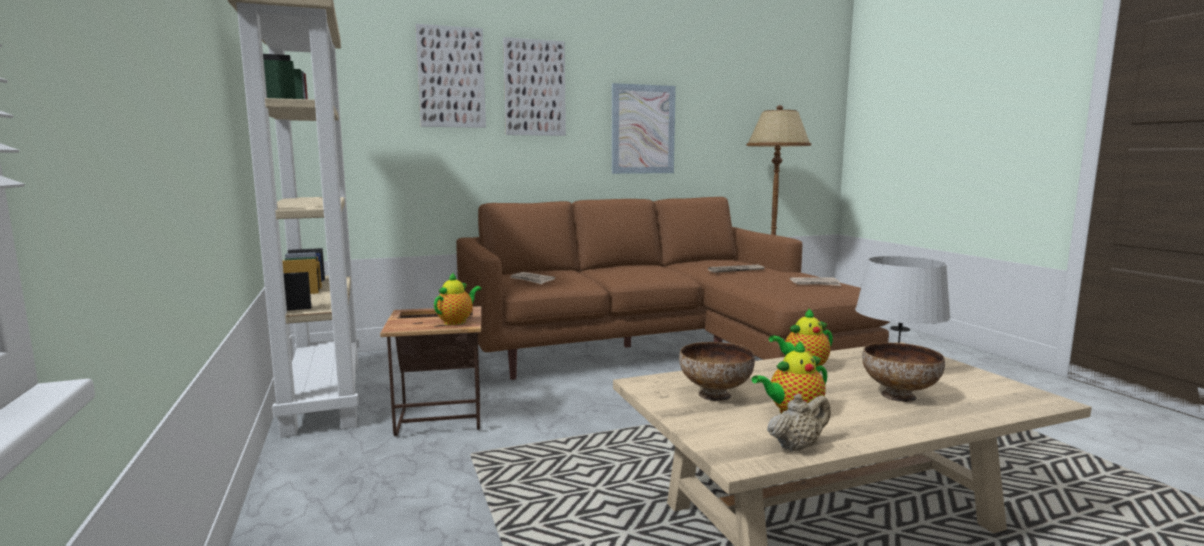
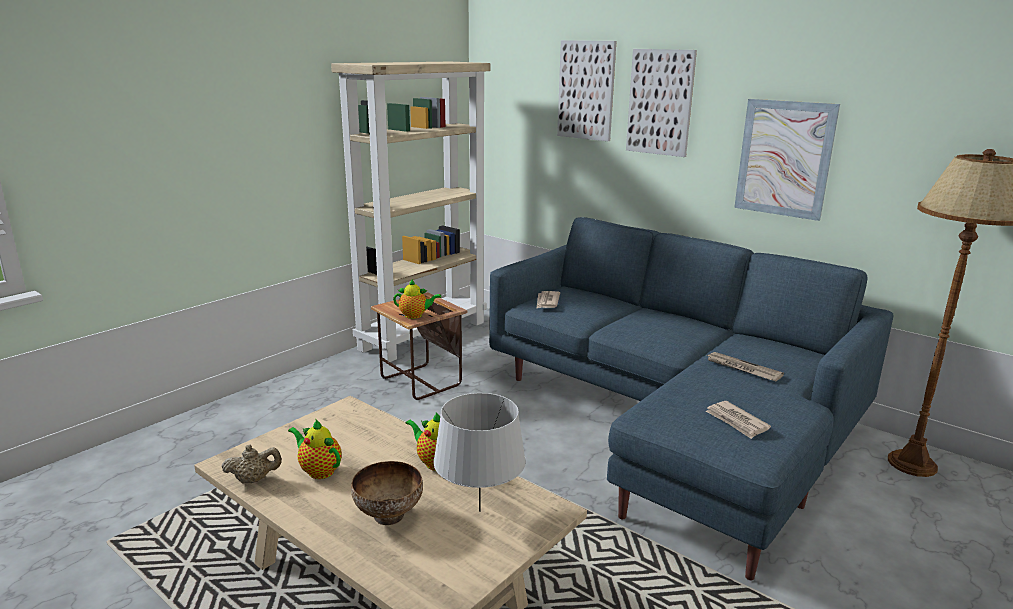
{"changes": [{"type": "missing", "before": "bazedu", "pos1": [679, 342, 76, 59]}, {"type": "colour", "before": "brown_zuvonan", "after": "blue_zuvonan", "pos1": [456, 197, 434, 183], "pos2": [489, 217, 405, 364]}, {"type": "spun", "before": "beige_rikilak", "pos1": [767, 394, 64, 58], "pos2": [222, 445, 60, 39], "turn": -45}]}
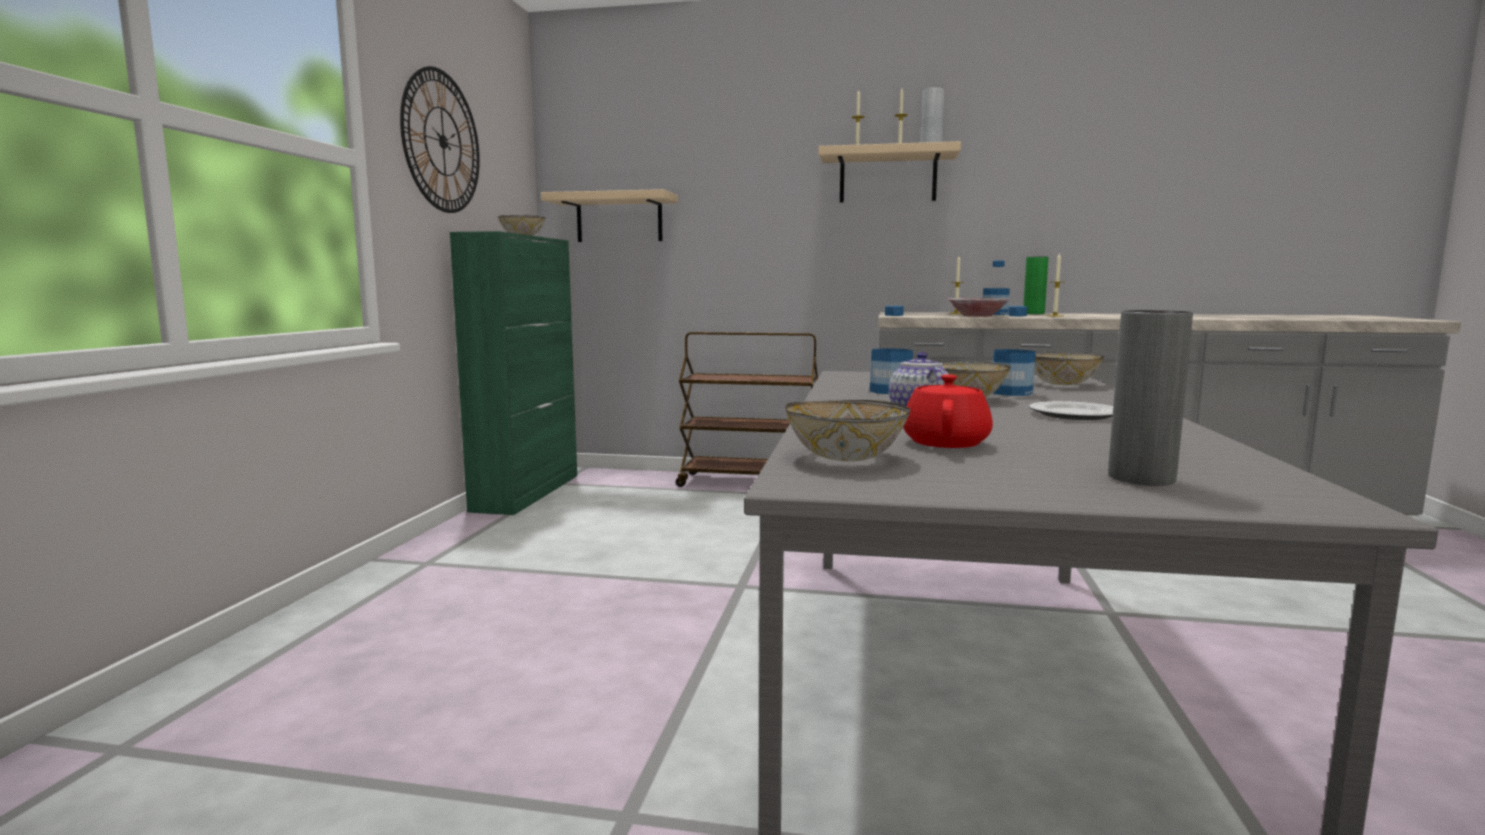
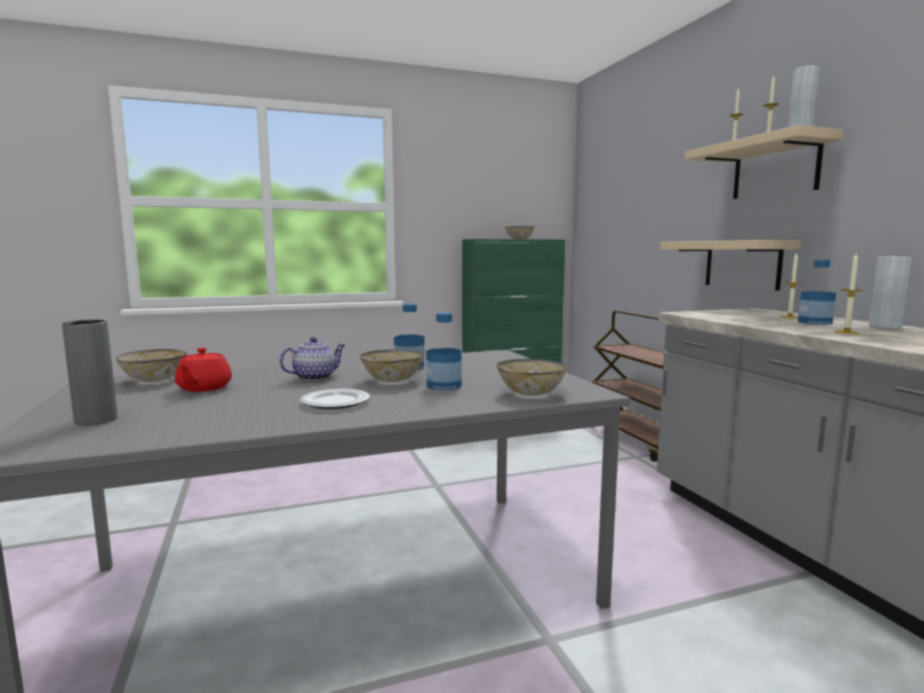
{"changes": [{"type": "missing", "before": "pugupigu", "pos1": [400, 66, 80, 147]}, {"type": "missing", "before": "bazedu", "pos1": [948, 298, 62, 19]}, {"type": "relocated", "before": "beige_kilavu", "pos1": [541, 189, 137, 53], "pos2": [660, 240, 141, 51]}, {"type": "colour", "before": "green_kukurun", "after": "grey_kukurun", "pos1": [1023, 256, 26, 58], "pos2": [869, 255, 42, 74]}, {"type": "spun", "before": "red_rikilak", "pos1": [903, 374, 90, 74], "pos2": [175, 348, 57, 44], "turn": 105}]}
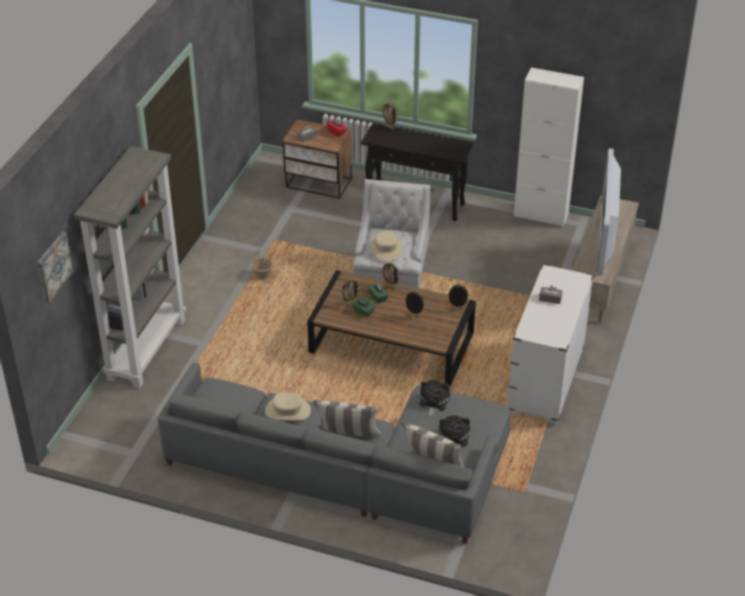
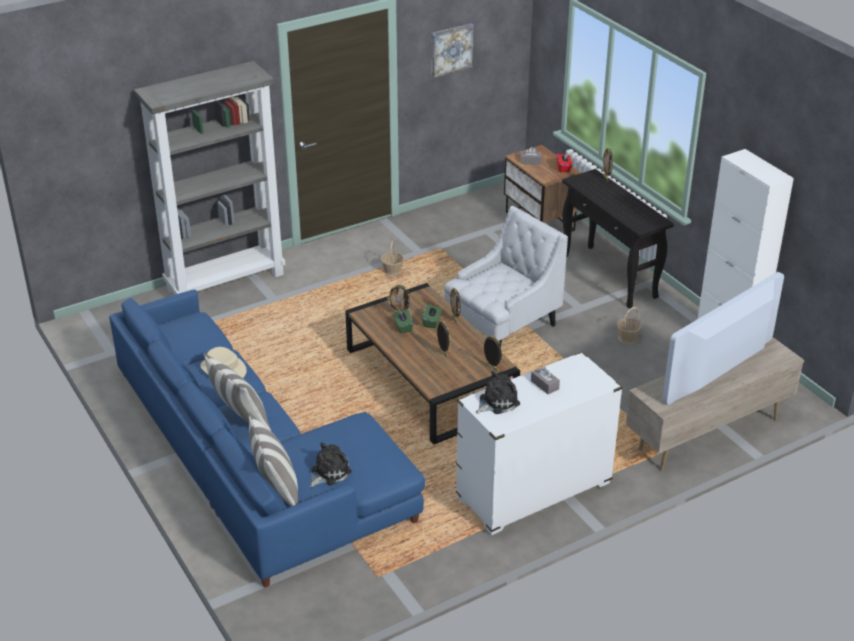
{"changes": [{"type": "missing", "before": "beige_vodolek", "pos1": [371, 231, 30, 31]}, {"type": "appeared", "after": "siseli", "pos2": [617, 307, 25, 37]}, {"type": "relocated", "before": "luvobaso", "pos1": [37, 232, 37, 71], "pos2": [432, 23, 42, 54]}, {"type": "relocated", "before": "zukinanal", "pos1": [419, 380, 31, 36], "pos2": [476, 371, 44, 43]}, {"type": "colour", "before": "grey_zuvonan", "after": "blue_zuvonan", "pos1": [157, 362, 353, 182], "pos2": [109, 290, 316, 297]}]}
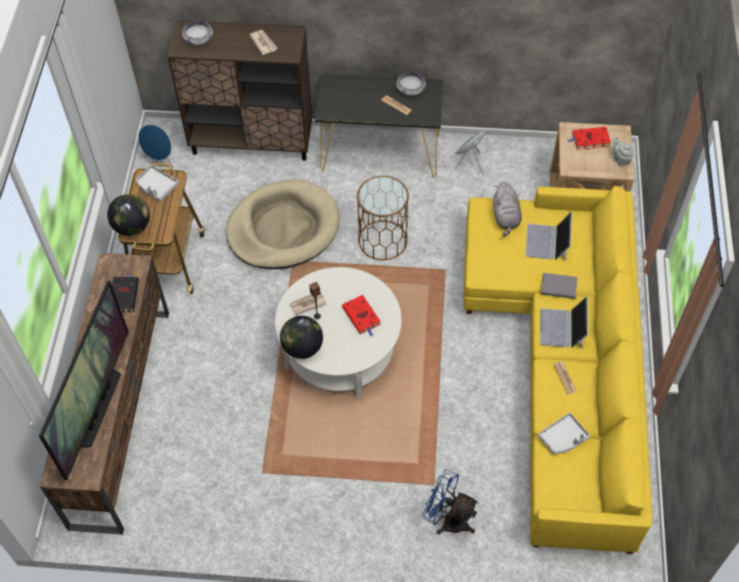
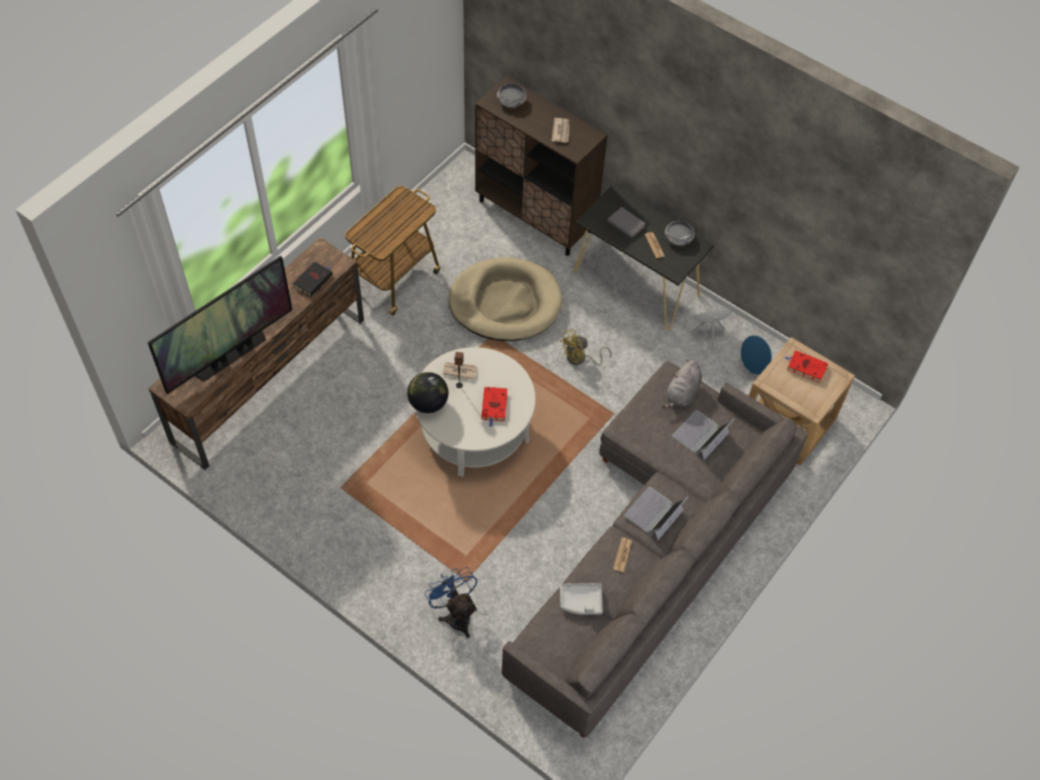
{"changes": [{"type": "missing", "before": "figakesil", "pos1": [107, 194, 43, 42]}, {"type": "missing", "before": "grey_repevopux", "pos1": [136, 165, 43, 37]}, {"type": "missing", "before": "grey_rikilak", "pos1": [613, 136, 21, 31]}, {"type": "relocated", "before": "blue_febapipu", "pos1": [138, 124, 36, 45], "pos2": [738, 335, 34, 42]}, {"type": "relocated", "before": "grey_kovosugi", "pos1": [541, 273, 37, 26], "pos2": [608, 207, 38, 31]}, {"type": "exchanged", "before": "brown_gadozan", "after": "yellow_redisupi", "pos1": [357, 176, 52, 84], "pos2": [560, 329, 51, 36]}, {"type": "colour", "before": "yellow_zuvonan", "after": "grey_zuvonan", "pos1": [463, 186, 189, 368], "pos2": [502, 361, 306, 377]}]}
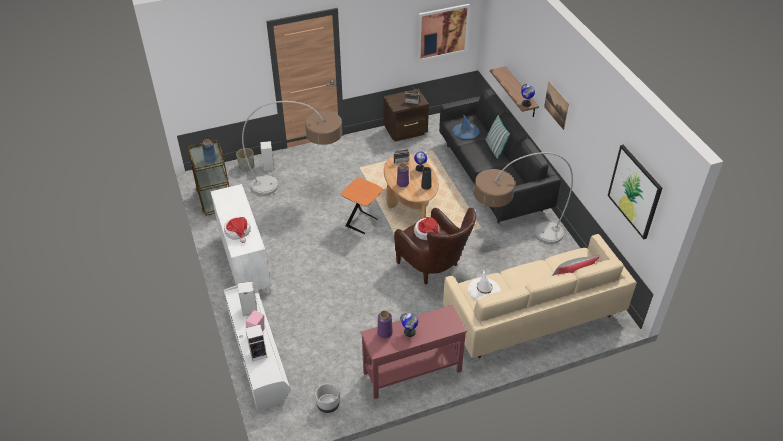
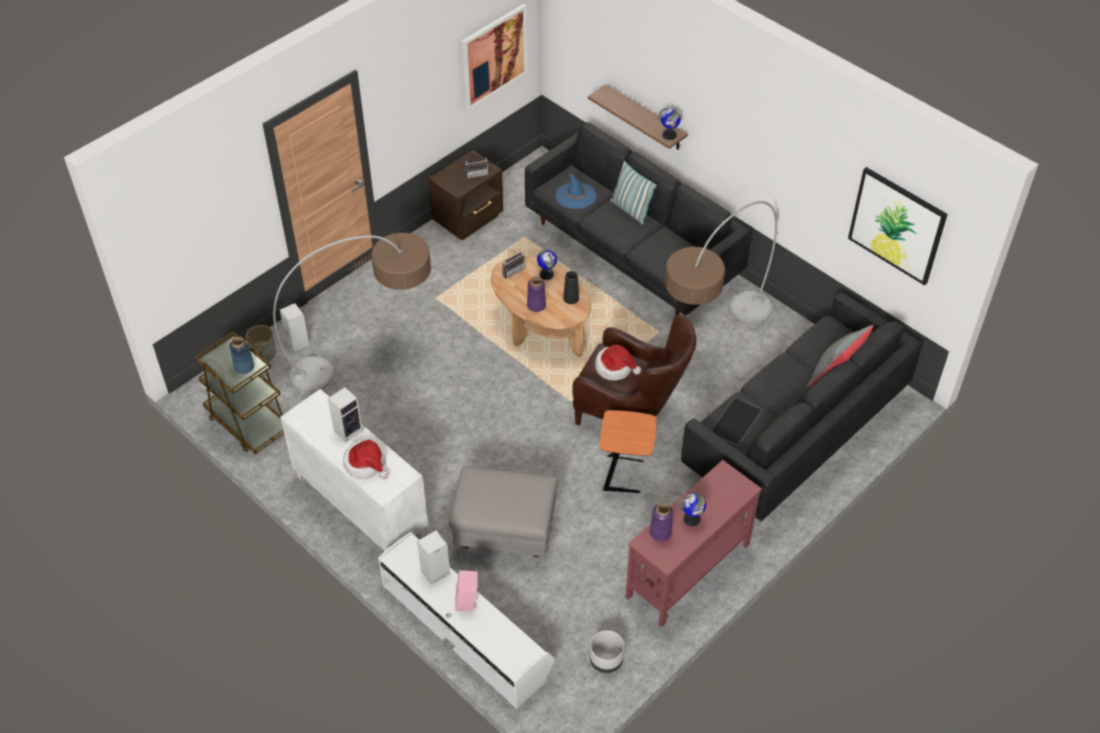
{"changes": [{"type": "missing", "before": "luvobaso", "pos1": [544, 81, 25, 49]}, {"type": "appeared", "after": "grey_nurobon", "pos2": [449, 466, 109, 92]}, {"type": "relocated", "before": "febapipu", "pos1": [245, 325, 22, 37], "pos2": [328, 387, 35, 55]}, {"type": "relocated", "before": "orange_gadozan", "pos1": [341, 178, 42, 56], "pos2": [600, 410, 56, 83]}, {"type": "exchanged", "before": "white_vodolek", "after": "repevopux", "pos1": [468, 270, 33, 30], "pos2": [711, 396, 53, 52]}, {"type": "colour", "before": "beige_zuvonan", "after": "black_zuvonan", "pos1": [443, 234, 194, 124], "pos2": [681, 293, 242, 228]}]}
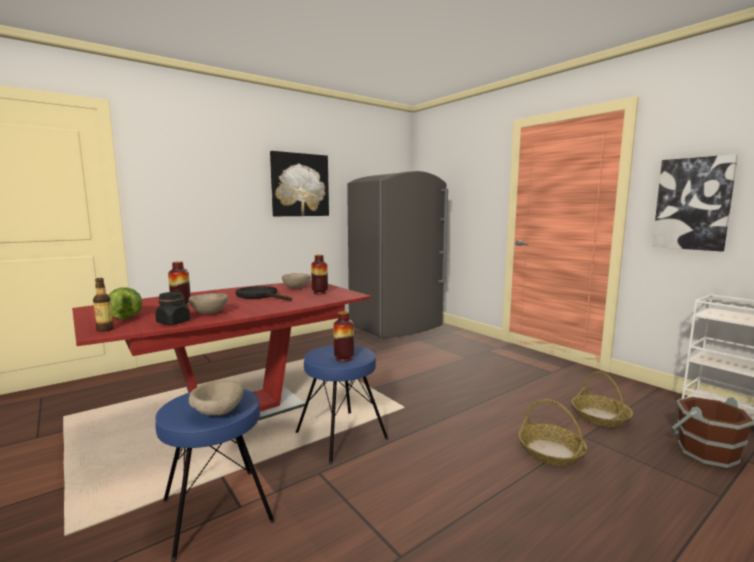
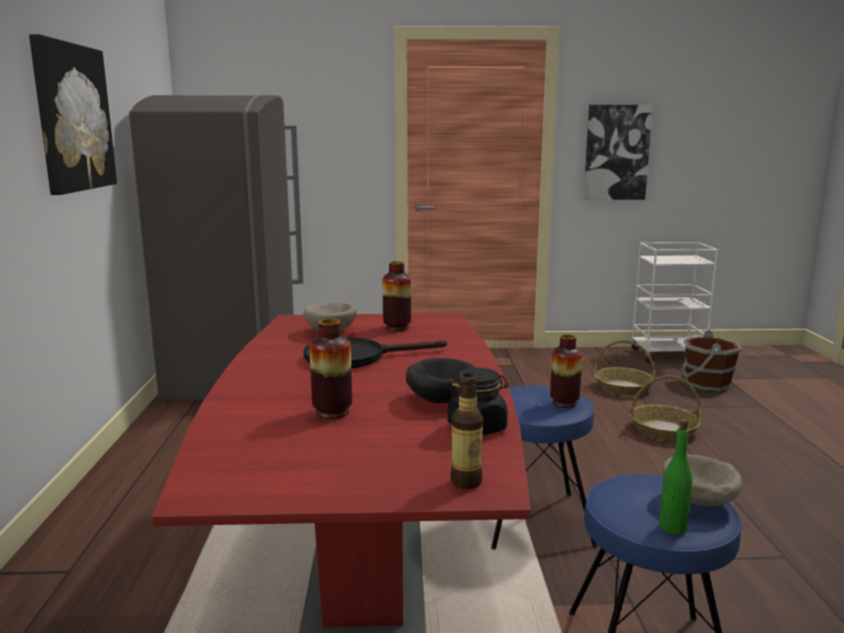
{"changes": [{"type": "missing", "before": "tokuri", "pos1": [108, 287, 34, 32]}, {"type": "appeared", "after": "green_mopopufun", "pos2": [659, 419, 33, 116]}, {"type": "colour", "before": "beige_bazedu", "after": "black_bazedu", "pos1": [188, 293, 40, 21], "pos2": [406, 358, 70, 45]}]}
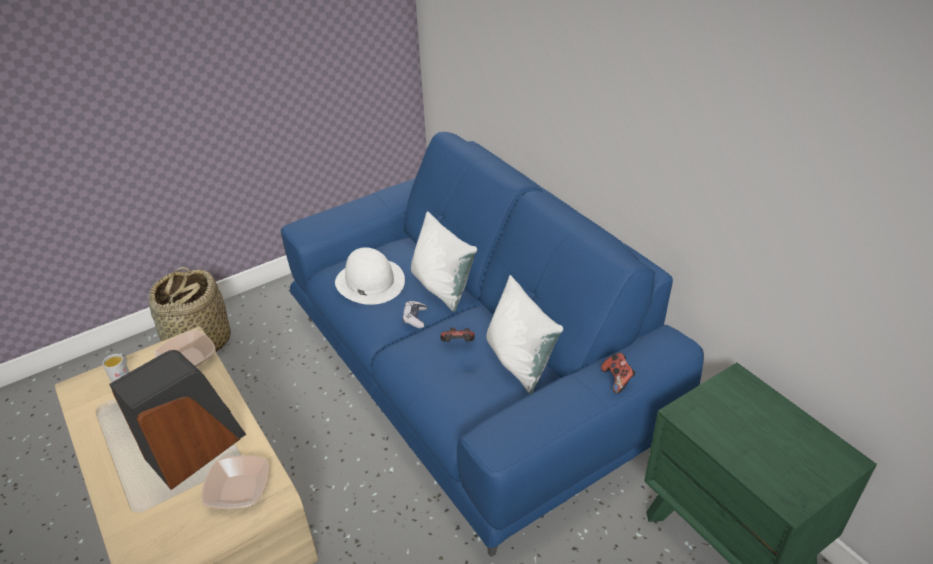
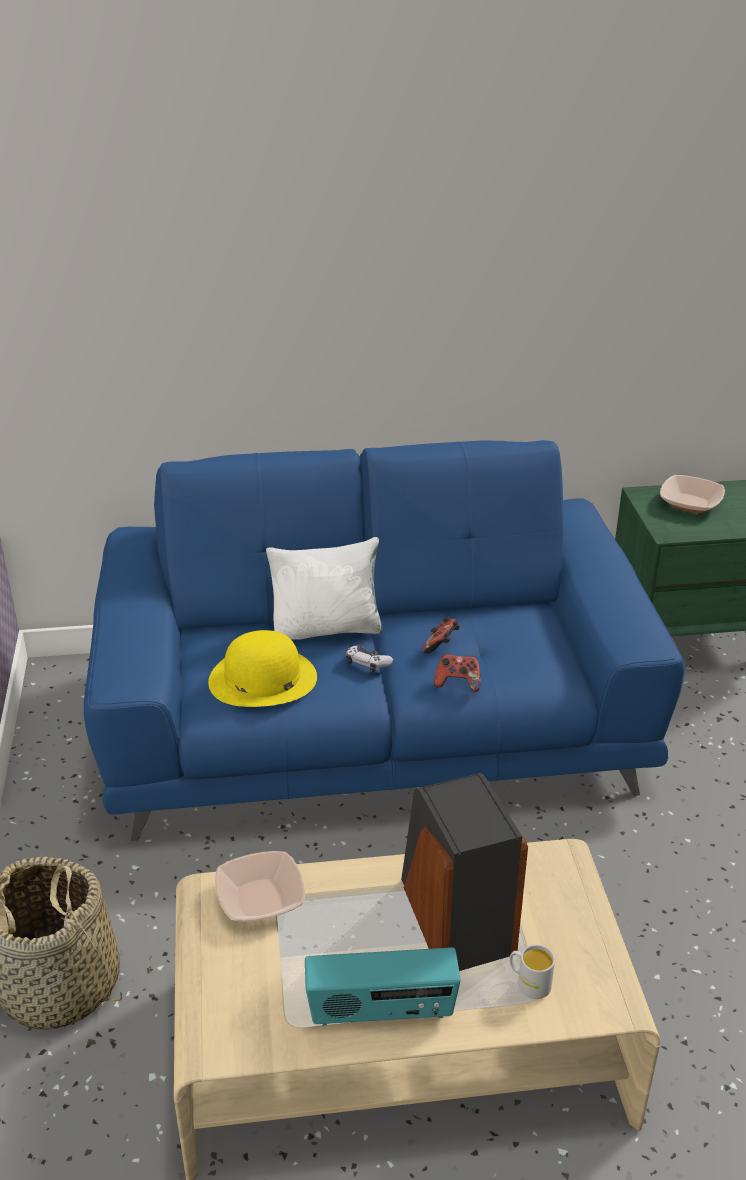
{"changes": [{"type": "missing", "before": "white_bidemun", "pos1": [486, 275, 77, 119]}, {"type": "appeared", "after": "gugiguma", "pos2": [305, 947, 156, 78]}, {"type": "relocated", "before": "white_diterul", "pos1": [102, 353, 27, 30], "pos2": [509, 945, 46, 54]}, {"type": "relocated", "before": "bazedu", "pos1": [201, 455, 68, 54], "pos2": [660, 475, 65, 38]}, {"type": "relocated", "before": "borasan", "pos1": [601, 353, 35, 41], "pos2": [434, 654, 47, 38]}, {"type": "colour", "before": "white_vodolek", "after": "yellow_vodolek", "pos1": [335, 247, 70, 58], "pos2": [208, 630, 109, 77]}]}
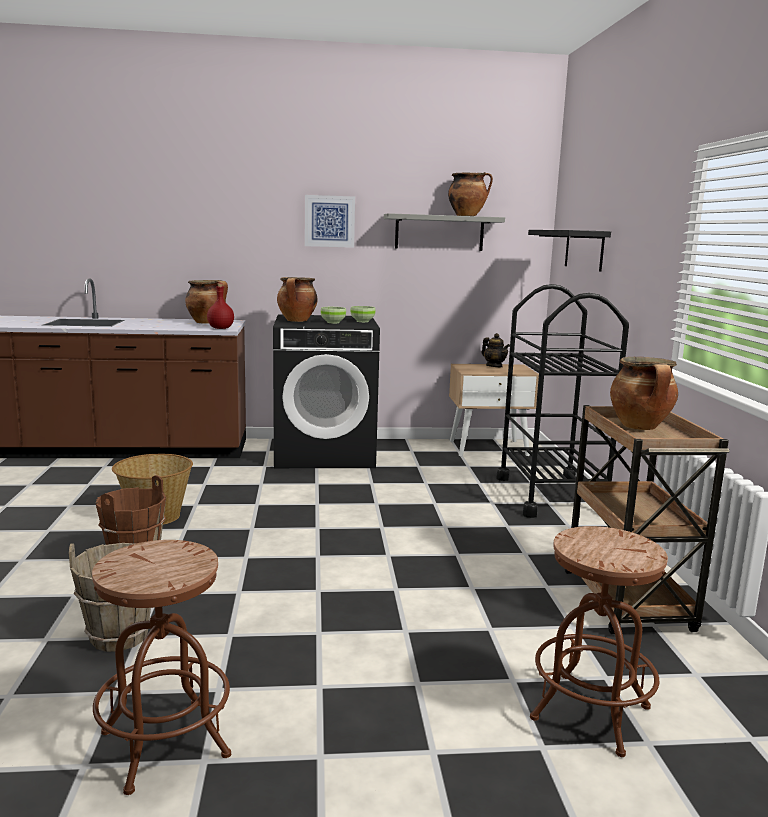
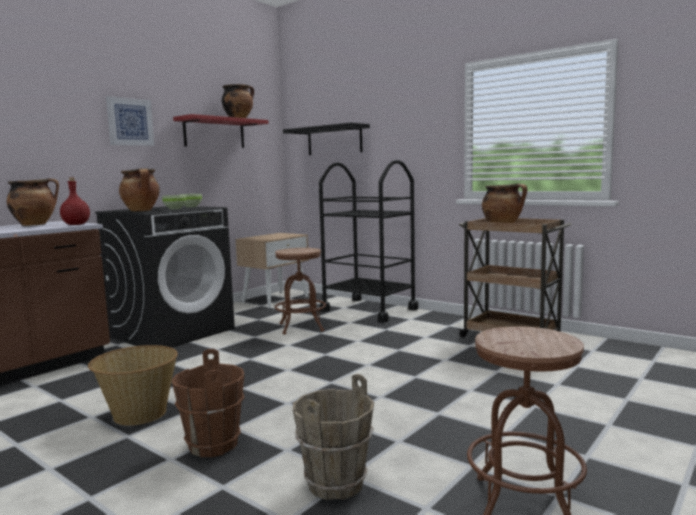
{"changes": [{"type": "missing", "before": "rikilak", "pos1": [481, 333, 29, 34]}, {"type": "relocated", "before": "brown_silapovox", "pos1": [530, 526, 138, 231], "pos2": [275, 248, 51, 87]}, {"type": "colour", "before": "grey_kilavu", "after": "red_kilavu", "pos1": [384, 213, 121, 38], "pos2": [173, 114, 95, 34]}]}
